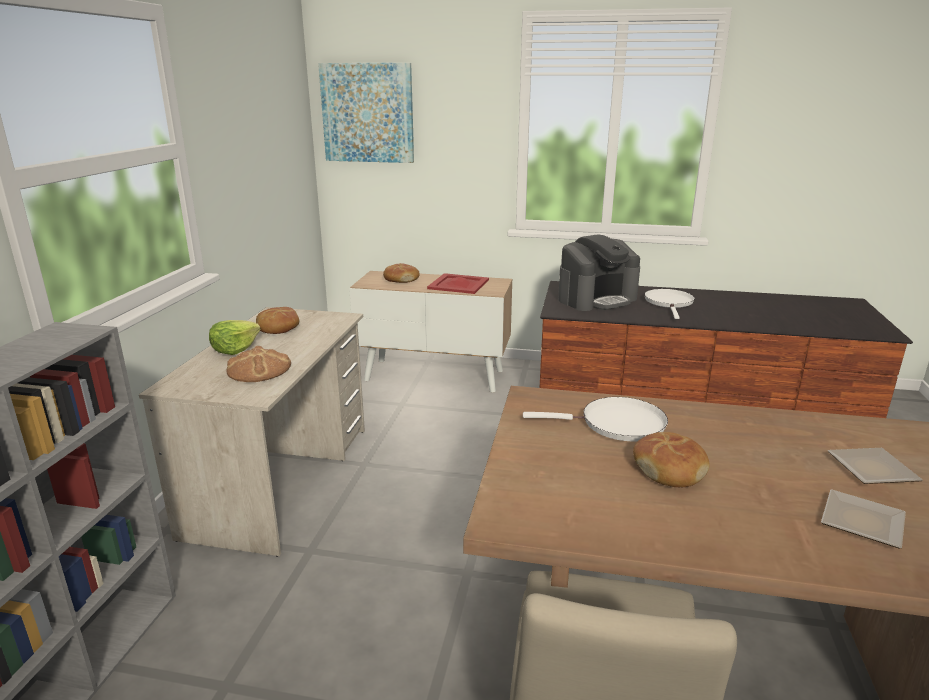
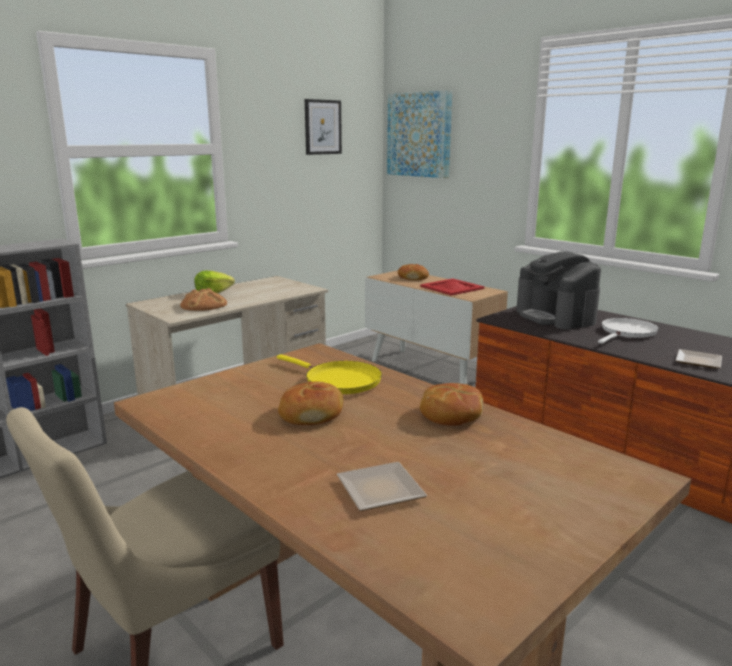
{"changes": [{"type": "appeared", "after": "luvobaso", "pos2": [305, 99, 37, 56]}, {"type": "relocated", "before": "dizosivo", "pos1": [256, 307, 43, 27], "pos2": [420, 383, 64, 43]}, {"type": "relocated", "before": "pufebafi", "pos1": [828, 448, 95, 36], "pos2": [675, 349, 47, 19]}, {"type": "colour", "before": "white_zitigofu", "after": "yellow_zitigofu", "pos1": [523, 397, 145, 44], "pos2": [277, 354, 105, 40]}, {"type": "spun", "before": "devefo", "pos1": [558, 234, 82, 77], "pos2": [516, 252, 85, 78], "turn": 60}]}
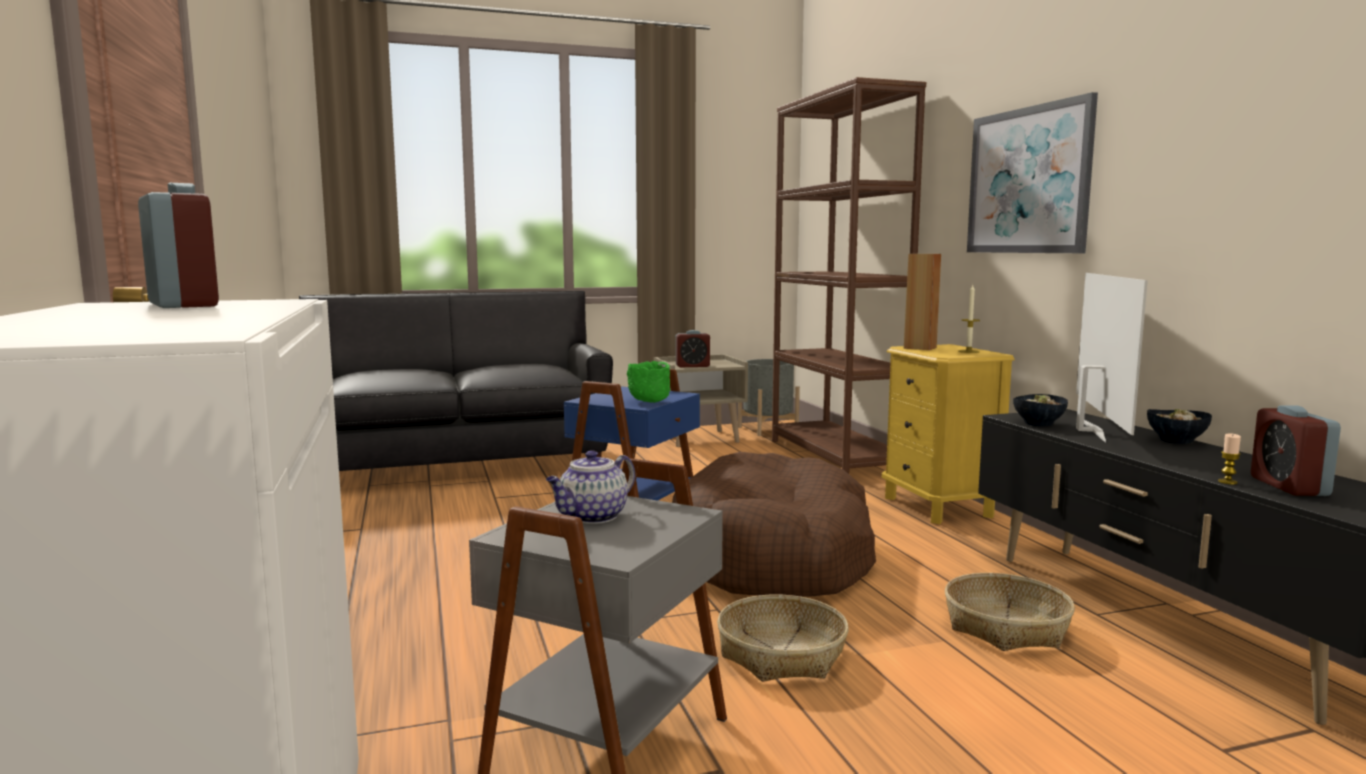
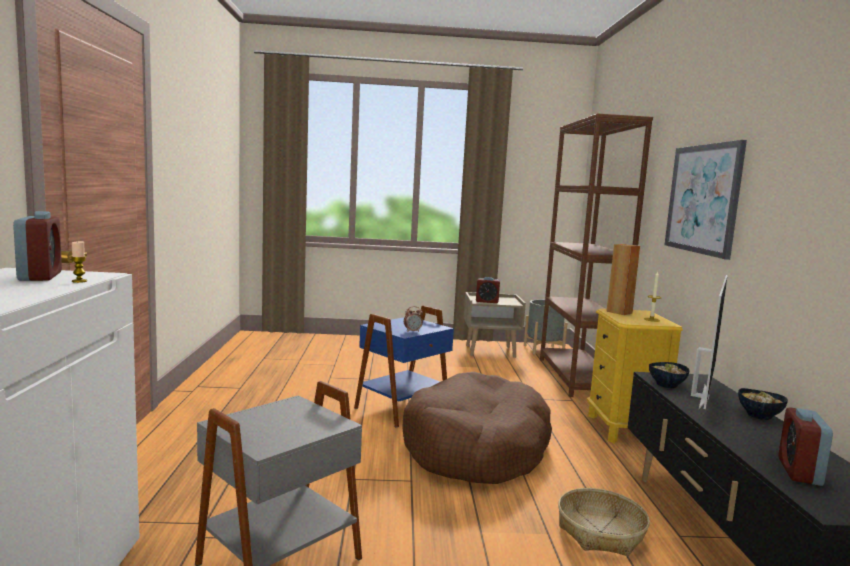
{"changes": [{"type": "missing", "before": "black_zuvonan", "pos1": [299, 291, 314, 180]}, {"type": "missing", "before": "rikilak", "pos1": [546, 450, 89, 74]}, {"type": "missing", "before": "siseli", "pos1": [717, 594, 132, 88]}, {"type": "relocated", "before": "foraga", "pos1": [1218, 433, 23, 51], "pos2": [71, 241, 16, 42]}, {"type": "exchanged", "before": "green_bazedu", "after": "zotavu", "pos1": [627, 361, 43, 42], "pos2": [404, 306, 19, 26]}]}
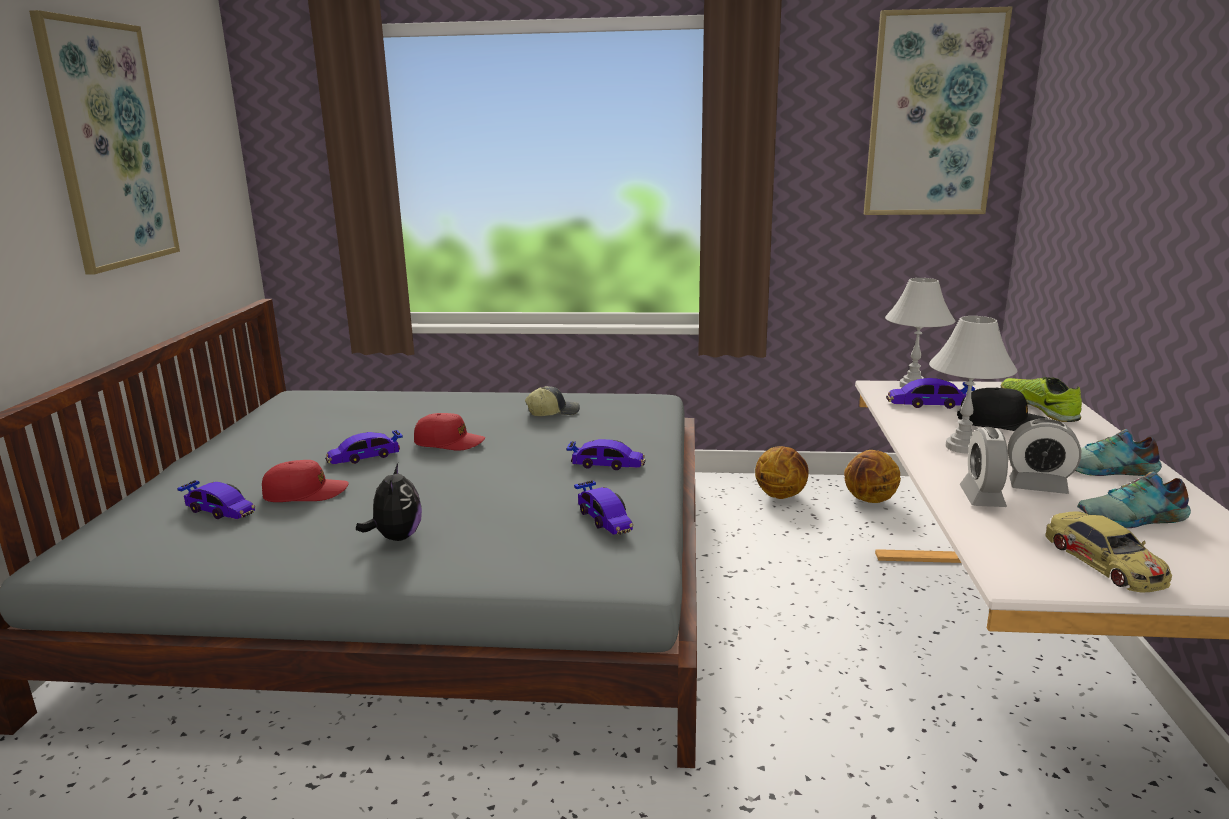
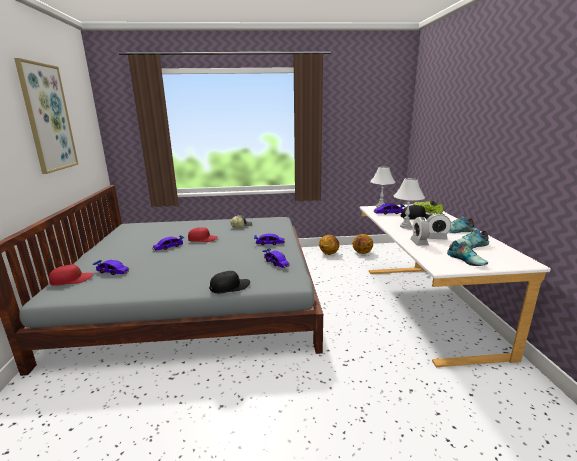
{"changes": [{"type": "missing", "before": "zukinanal", "pos1": [356, 463, 66, 78]}, {"type": "missing", "before": "luvobaso", "pos1": [864, 7, 148, 208]}, {"type": "appeared", "after": "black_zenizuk", "pos2": [209, 271, 41, 22]}, {"type": "relocated", "before": "red_zenizuk", "pos1": [262, 460, 87, 42], "pos2": [49, 265, 44, 21]}, {"type": "exchanged", "before": "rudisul", "after": "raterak", "pos1": [1045, 511, 127, 82], "pos2": [447, 241, 41, 25]}]}
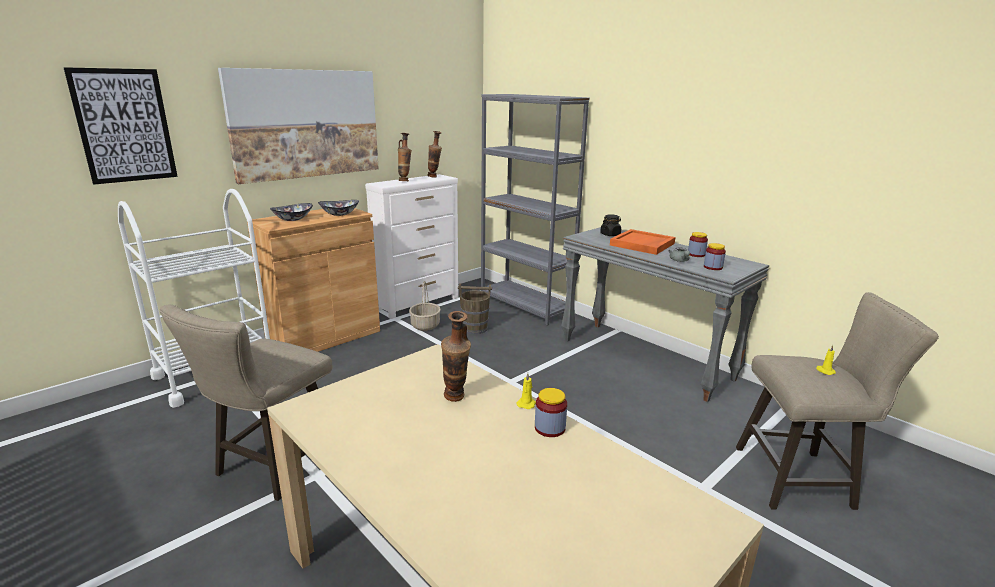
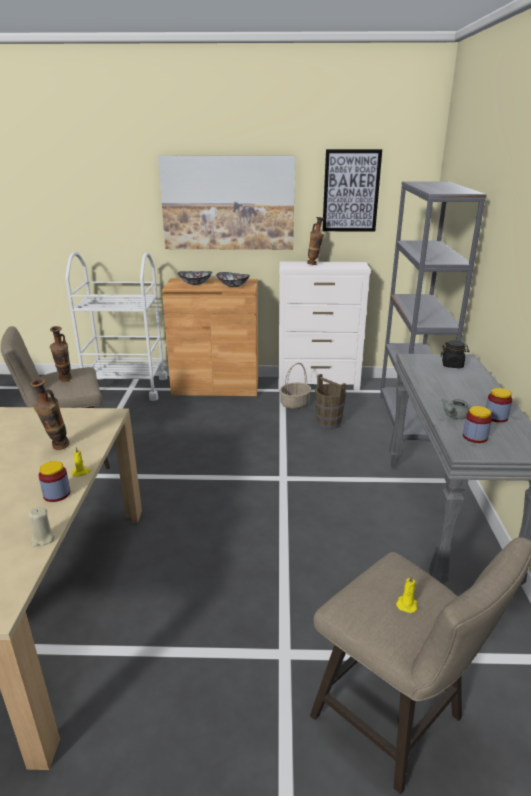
{"changes": [{"type": "missing", "before": "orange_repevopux", "pos1": [610, 229, 66, 26]}, {"type": "appeared", "after": "beige_foraga", "pos2": [29, 508, 26, 38]}, {"type": "relocated", "before": "luvobaso", "pos1": [63, 67, 115, 118], "pos2": [322, 149, 60, 83]}, {"type": "relocated", "before": "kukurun", "pos1": [427, 131, 15, 46], "pos2": [50, 326, 22, 56]}]}
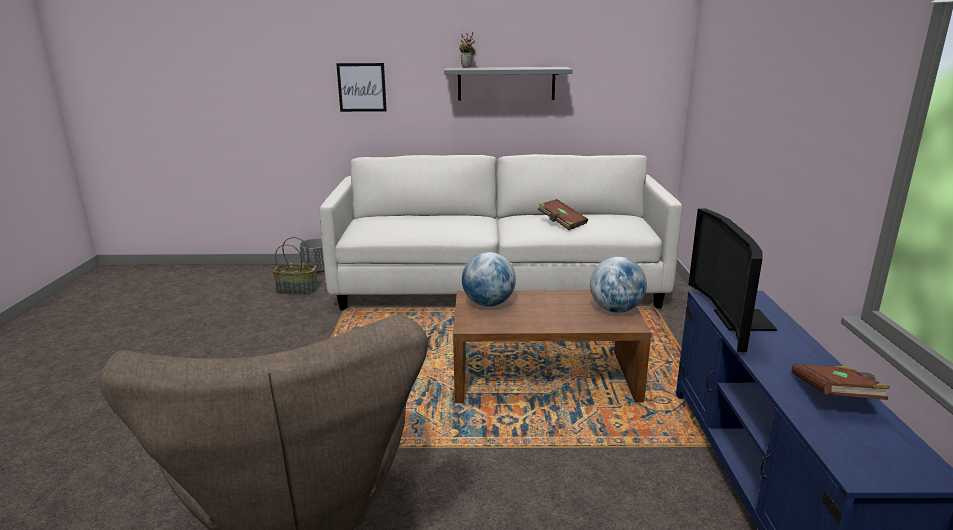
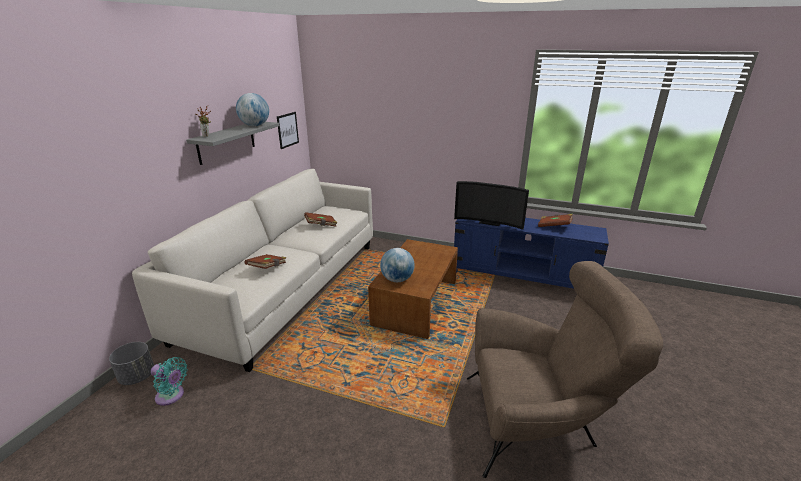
{"changes": [{"type": "appeared", "after": "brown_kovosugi", "pos2": [245, 254, 42, 15]}, {"type": "relocated", "before": "luvobaso", "pos1": [336, 63, 51, 49], "pos2": [277, 112, 22, 37]}, {"type": "relocated", "before": "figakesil", "pos1": [590, 257, 57, 56], "pos2": [236, 93, 33, 33]}, {"type": "exchanged", "before": "siseli", "after": "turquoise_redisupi", "pos1": [273, 237, 45, 57], "pos2": [151, 357, 37, 49]}]}
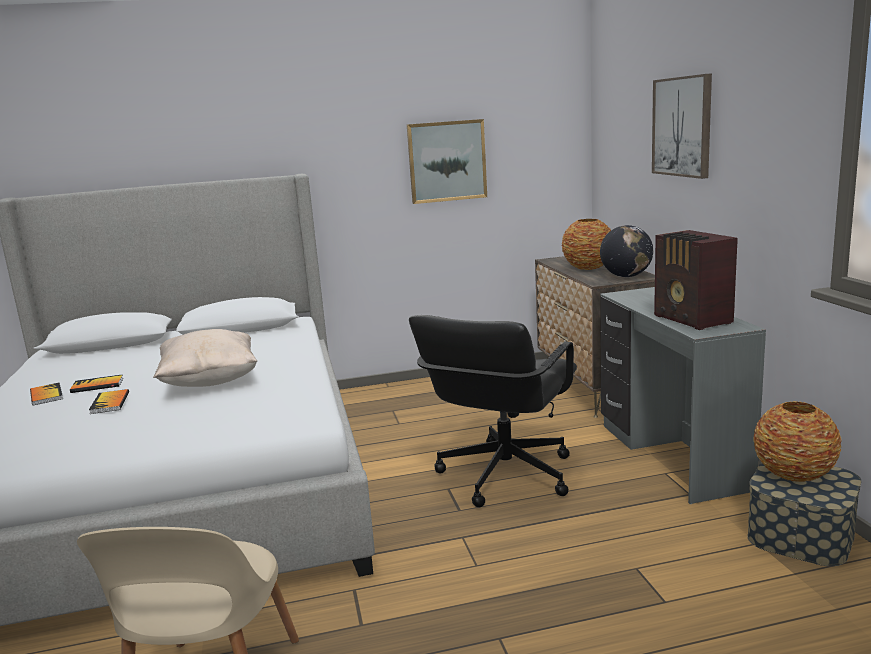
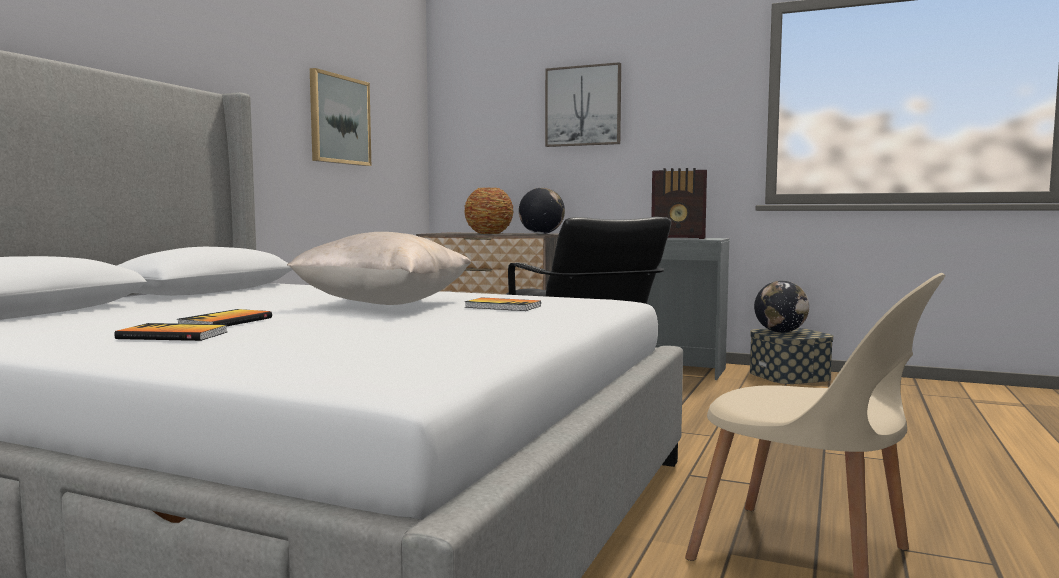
{"changes": [{"type": "relocated", "before": "kovosugi", "pos1": [89, 389, 40, 25], "pos2": [465, 297, 76, 14]}, {"type": "exchanged", "before": "kukurun", "after": "figakesil", "pos1": [754, 401, 88, 81], "pos2": [754, 281, 55, 52]}]}
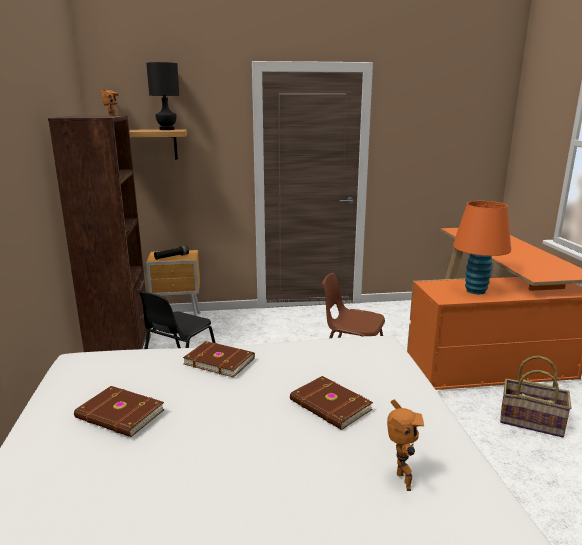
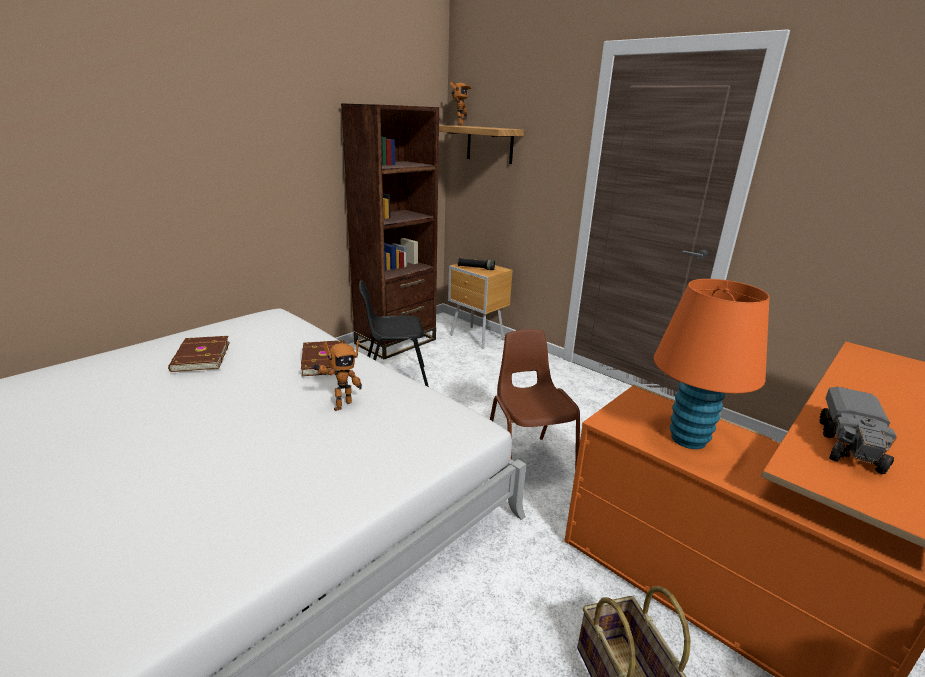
{"changes": [{"type": "missing", "before": "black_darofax", "pos1": [146, 62, 33, 68]}, {"type": "missing", "before": "brown_kovosugi", "pos1": [290, 376, 83, 54]}, {"type": "appeared", "after": "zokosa", "pos2": [819, 387, 78, 87]}, {"type": "relocated", "before": "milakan", "pos1": [387, 399, 37, 92], "pos2": [313, 340, 49, 71]}]}
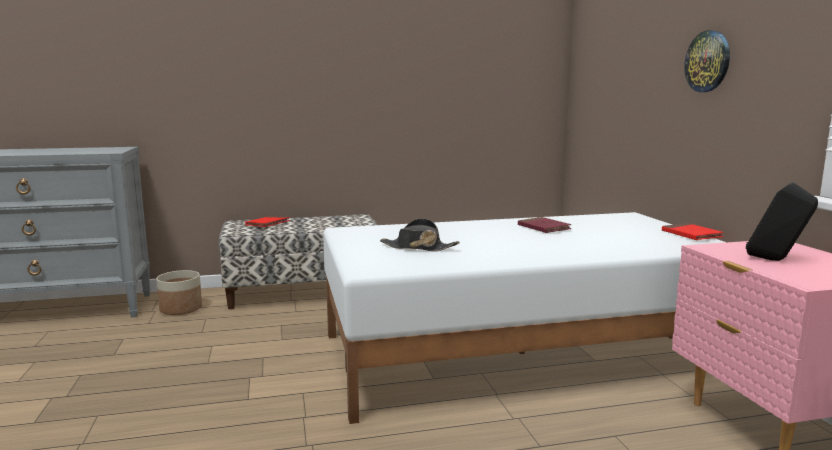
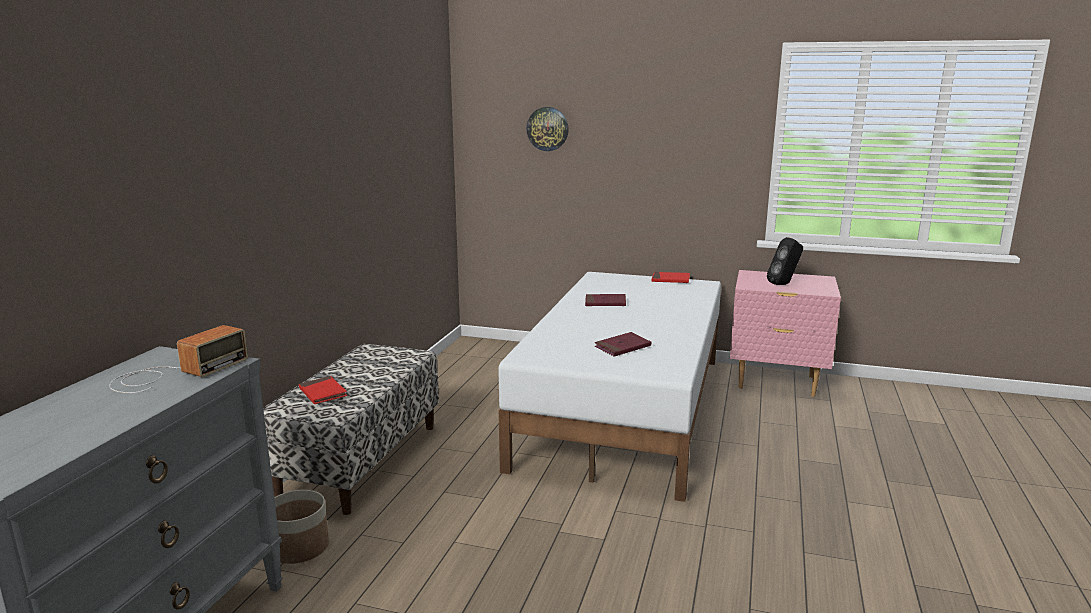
{"changes": [{"type": "appeared", "after": "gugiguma", "pos2": [109, 325, 139, 68]}, {"type": "relocated", "before": "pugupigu", "pos1": [684, 30, 46, 62], "pos2": [526, 107, 43, 44]}, {"type": "exchanged", "before": "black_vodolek", "after": "red_kovosugi", "pos1": [380, 218, 80, 33], "pos2": [595, 332, 56, 25]}]}
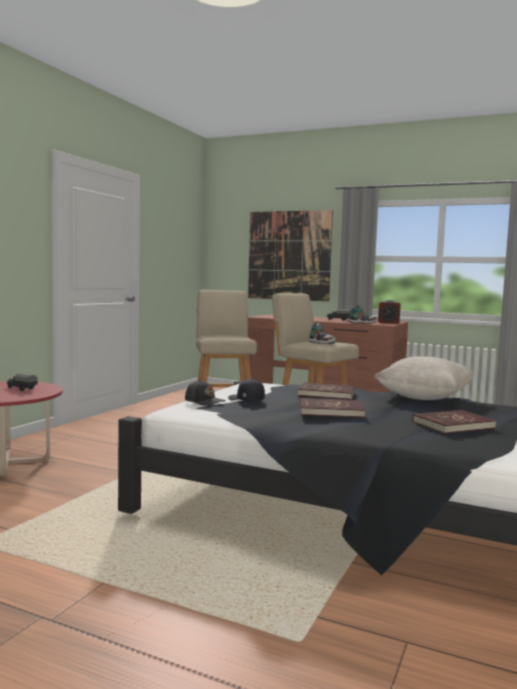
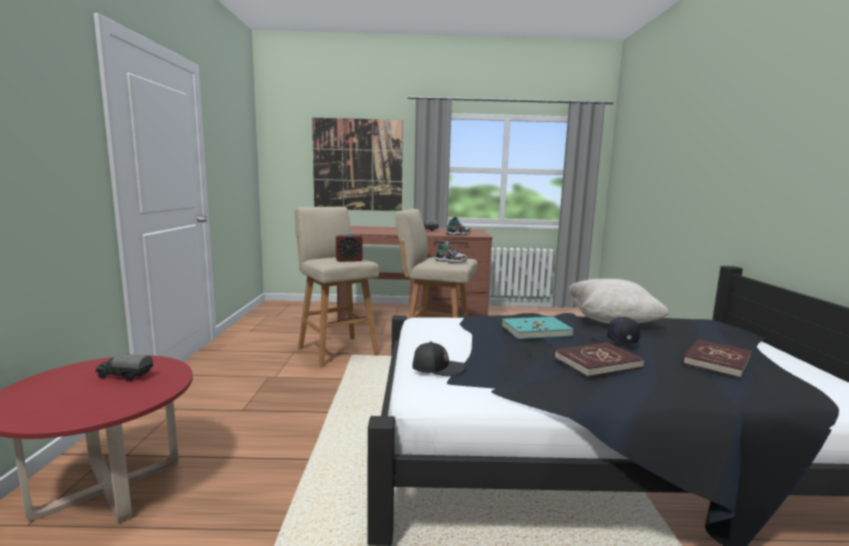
{"changes": [{"type": "relocated", "before": "black_zenizuk", "pos1": [228, 379, 37, 22], "pos2": [592, 317, 48, 27]}, {"type": "relocated", "before": "zotavu", "pos1": [378, 300, 23, 24], "pos2": [336, 233, 27, 29]}, {"type": "colour", "before": "red_kovosugi", "after": "turquoise_kovosugi", "pos1": [298, 382, 56, 18], "pos2": [502, 317, 72, 22]}]}
